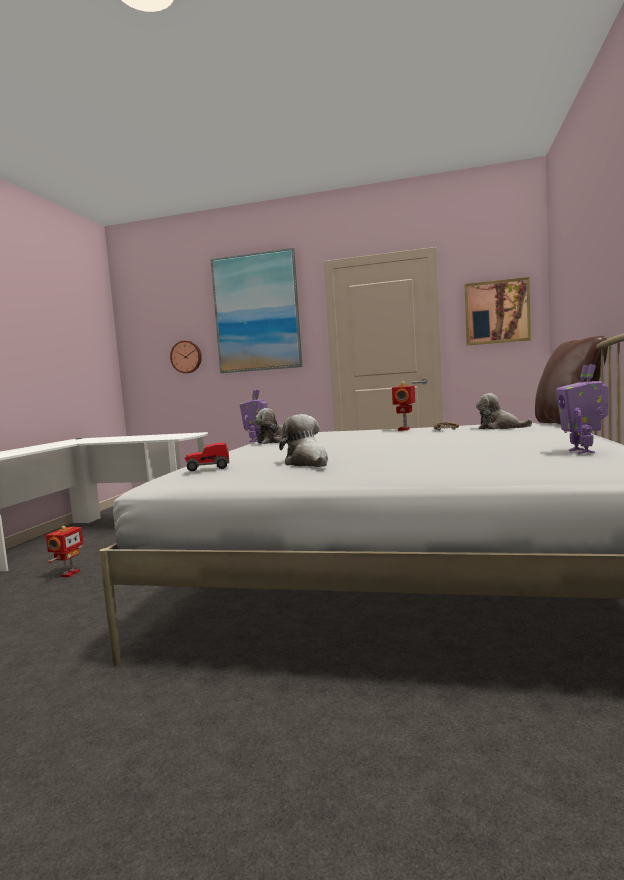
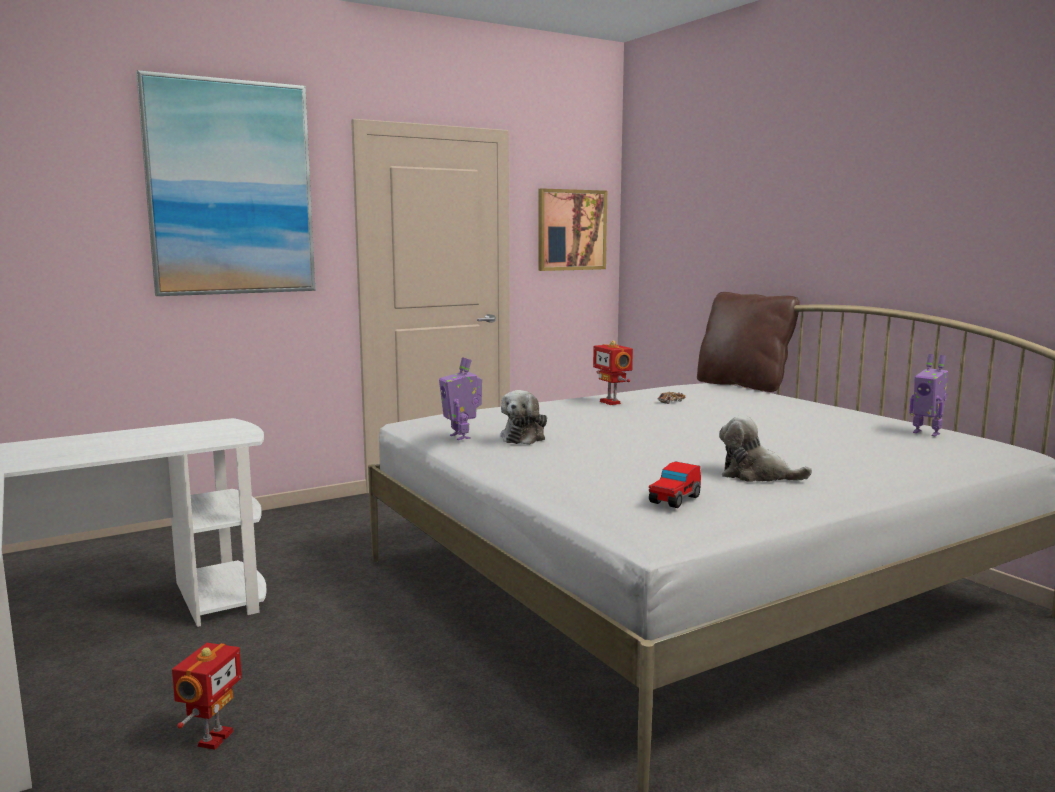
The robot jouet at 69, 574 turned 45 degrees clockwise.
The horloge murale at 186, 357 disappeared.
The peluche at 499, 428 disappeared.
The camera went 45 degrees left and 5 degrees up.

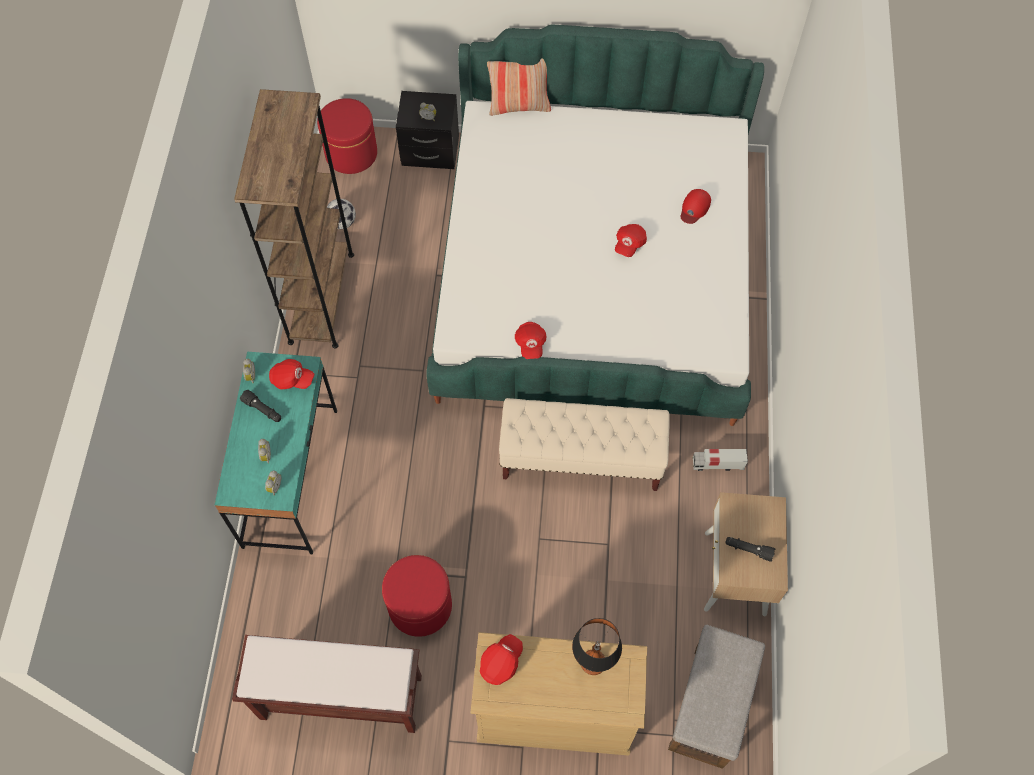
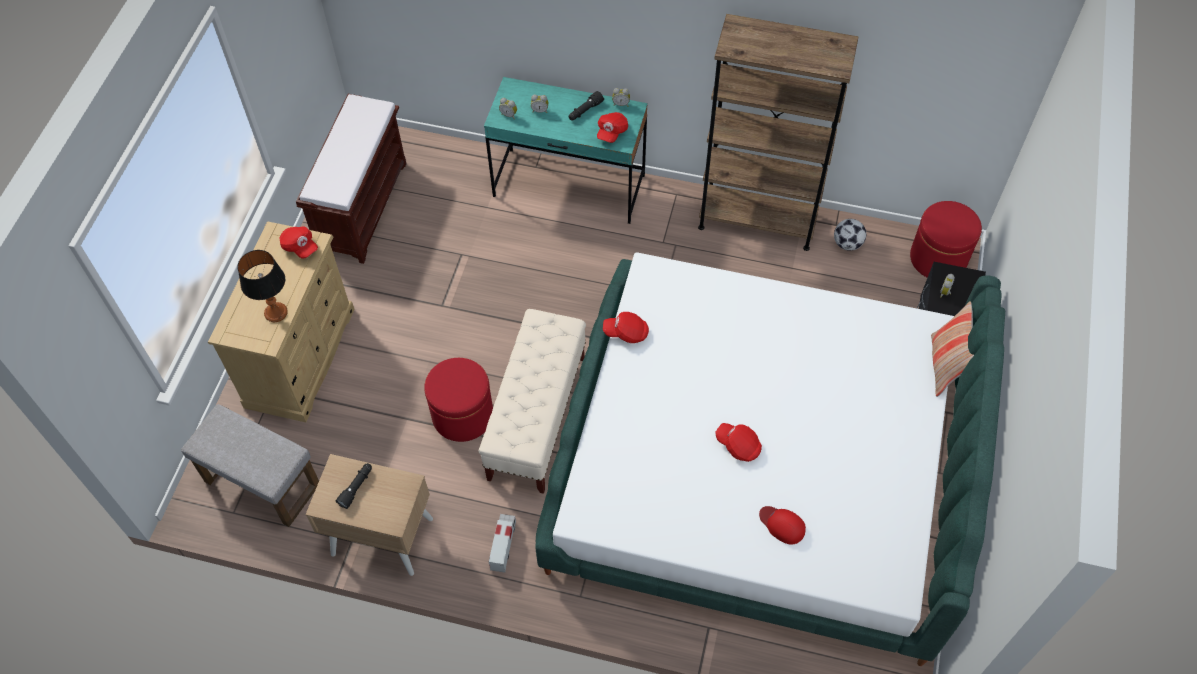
The pouf (rouge) moved from 420, 606 to 462, 415.
The camera went 100 degrees right and 5 degrees down.

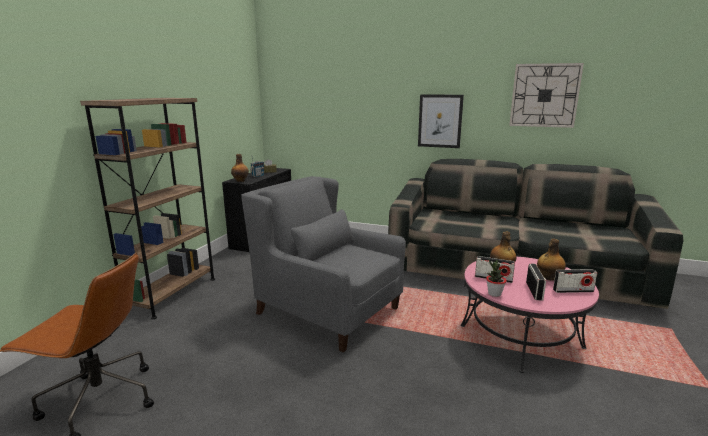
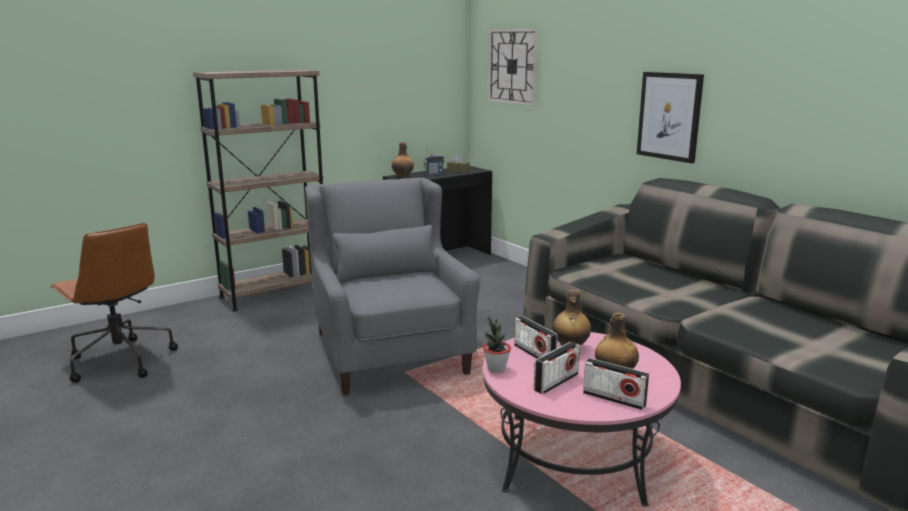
The horloge murale moved from 544, 95 to 513, 66.
The camera went 35 degrees right and 0 degrees up.

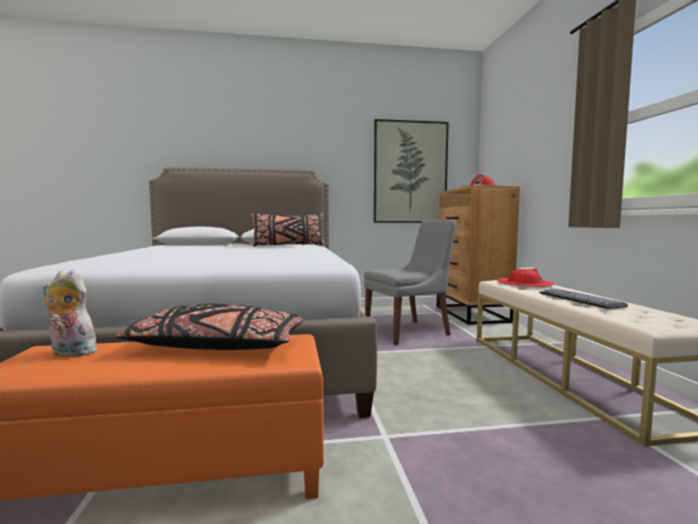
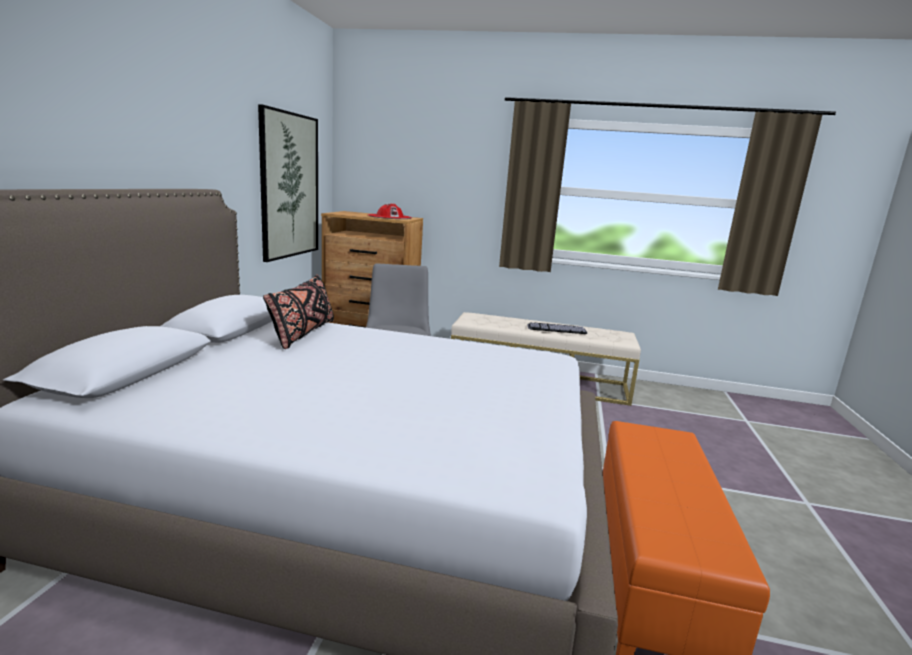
The peluche at 70, 353 disappeared.
The coussin (noir) at 218, 347 disappeared.
The chapeau (rouge) at 524, 283 disappeared.
The camera went 70 degrees left and 10 degrees up.

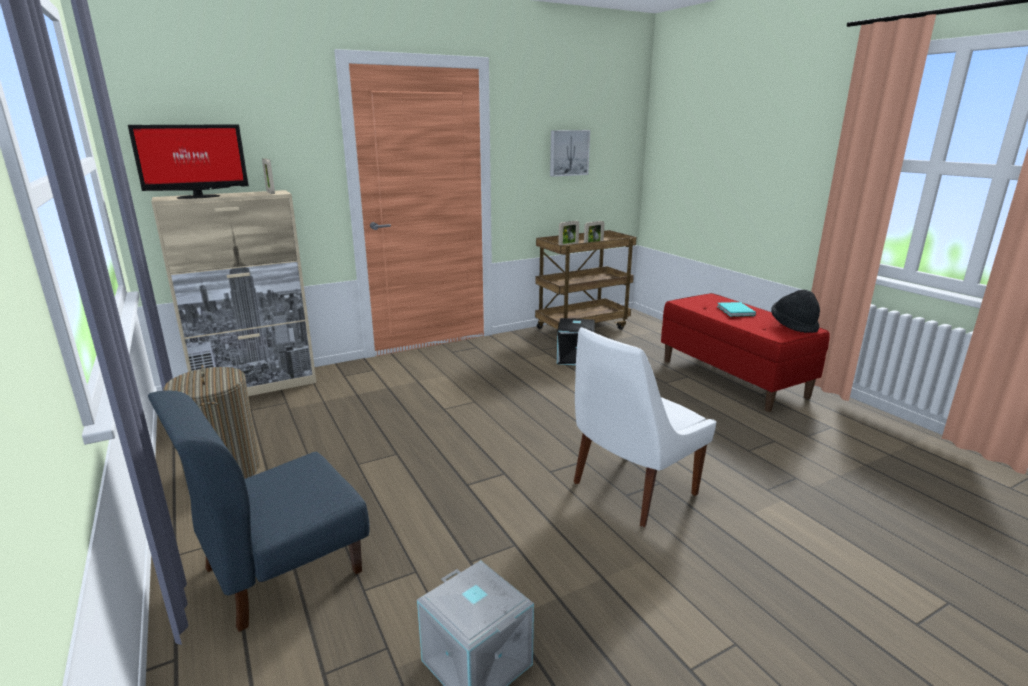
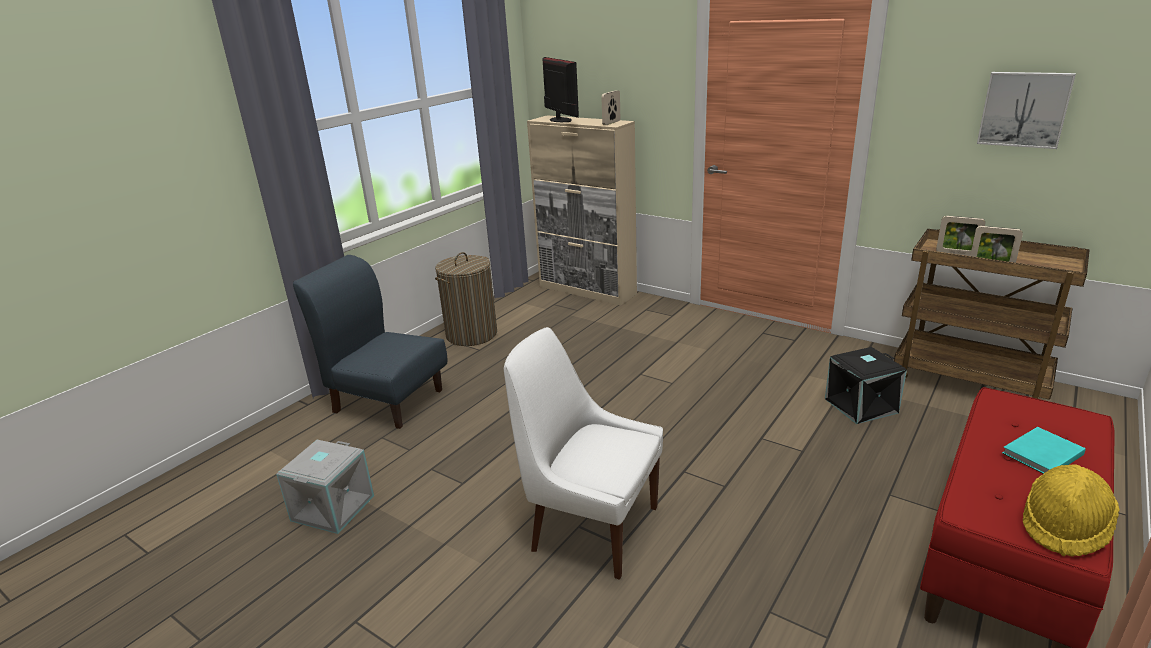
The écran d'ordinateur at 197, 197 turned 150 degrees counterclockwise.
The chapeau (noir) at 793, 325 became the chapeau (jaune) at 1064, 526.
The camera went 65 degrees right and 5 degrees up.

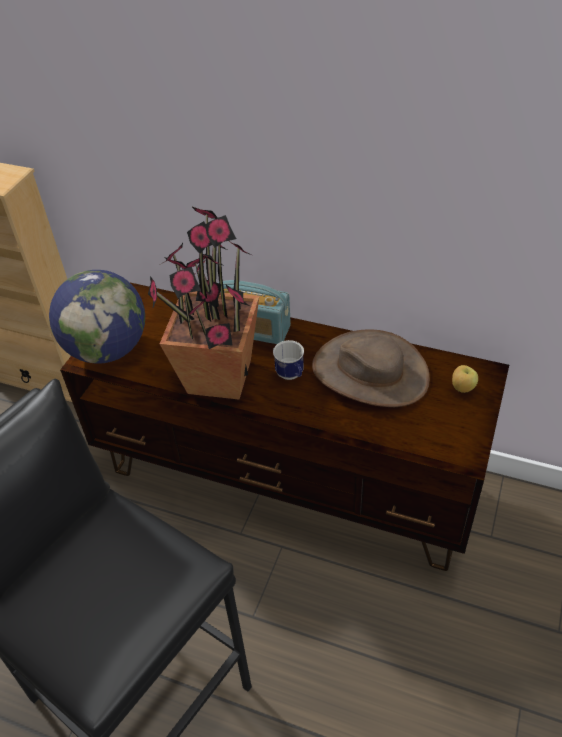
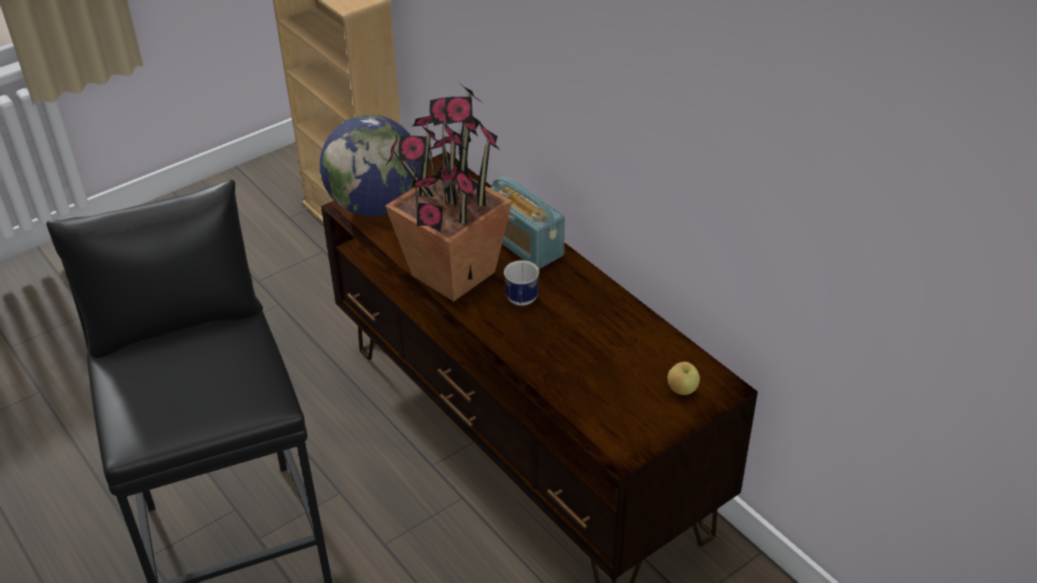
The chapeau (marron) at 370, 372 disappeared.
The camera went 30 degrees right and 5 degrees down.

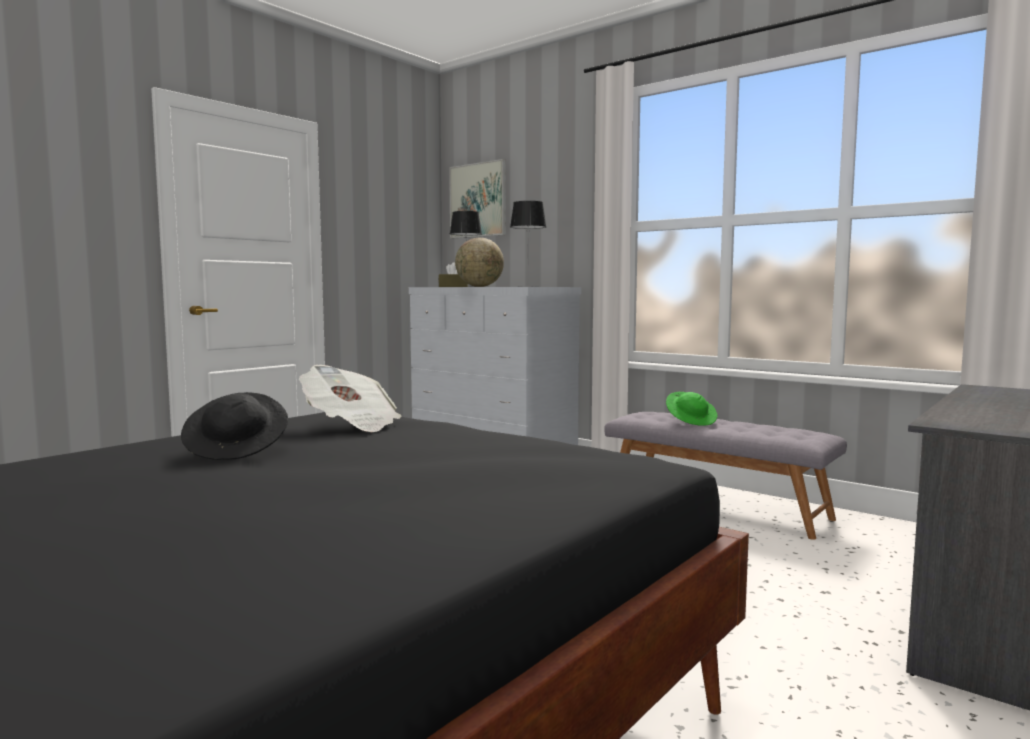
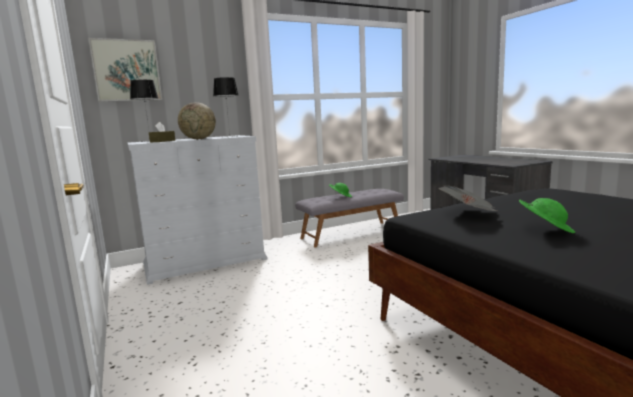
The chapeau (noir) at 237, 449 became the chapeau (vert) at 544, 229.
The camera went 65 degrees left and 5 degrees up.

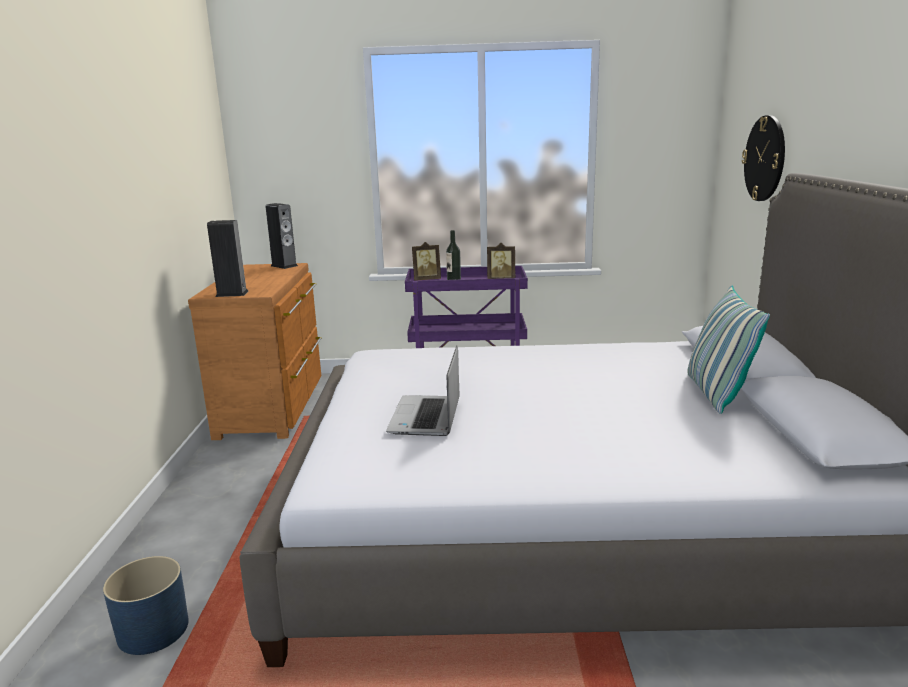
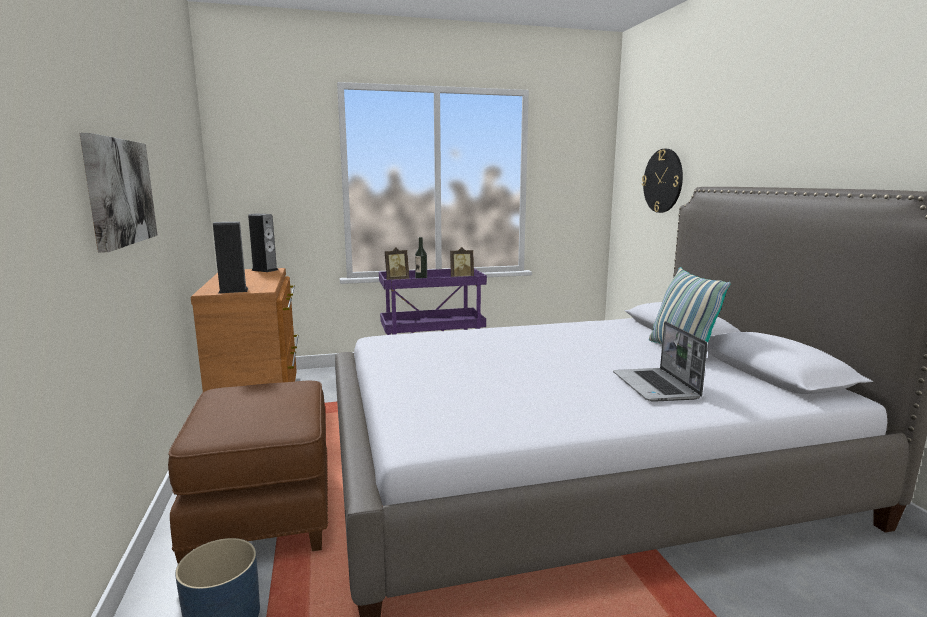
The ordinateur portable moved from 426, 418 to 656, 386.
The tableau at 119, 192 appeared.
The pouf (marron) at 265, 512 appeared.
The camera went 15 degrees left and 5 degrees down.

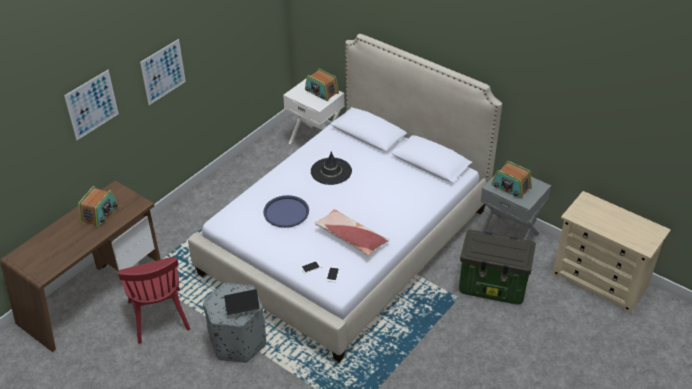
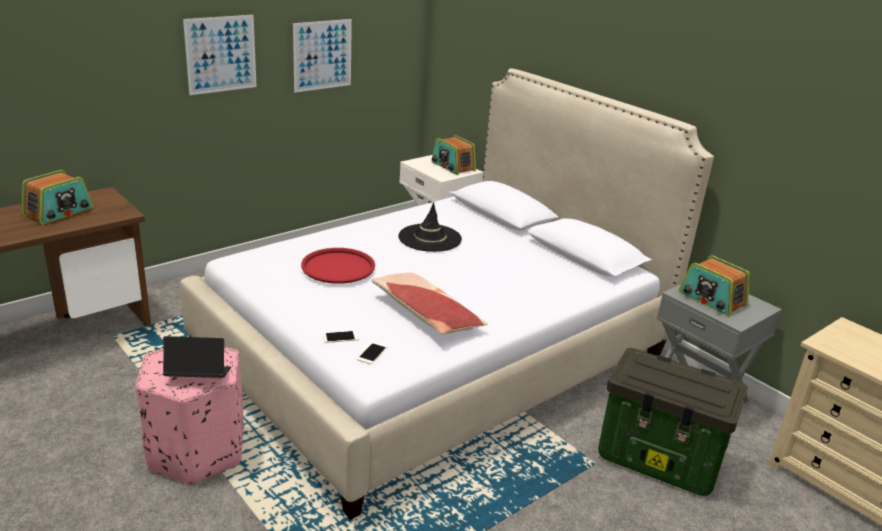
The tableau moved from 92, 105 to 322, 55.
The chaise (rouge) at 159, 315 disappeared.
The pouf (gris) at 238, 342 became the pouf (rose) at 197, 451.
The plateau (bleu) at 286, 212 became the plateau (rouge) at 338, 267.
The camera went 10 degrees right and 15 degrees down.

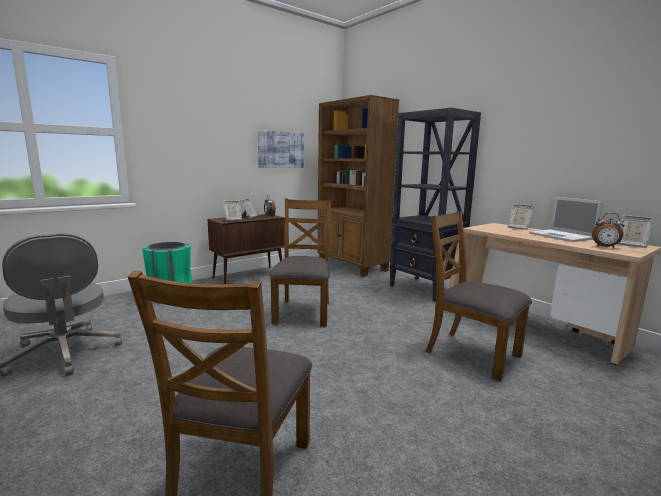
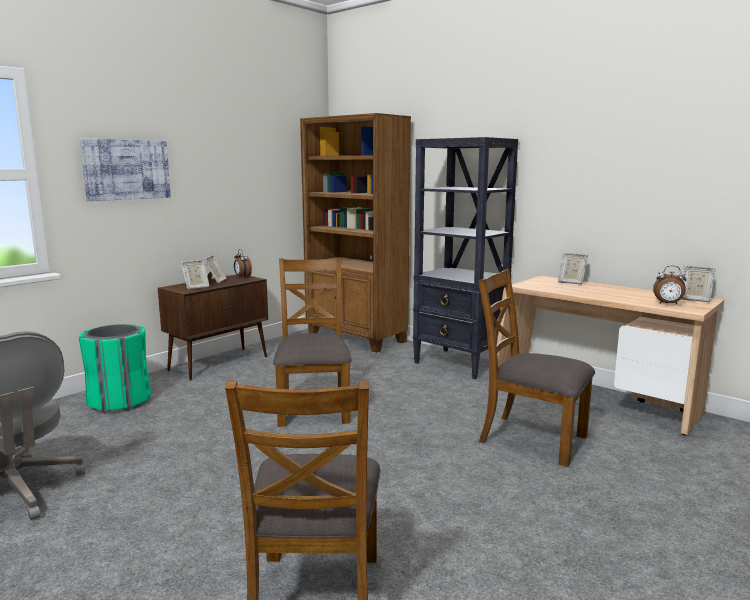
The tableau moved from 281, 149 to 126, 169.
The ordinateur portable at 562, 236 disappeared.
The camera went 10 degrees left and 0 degrees up.

